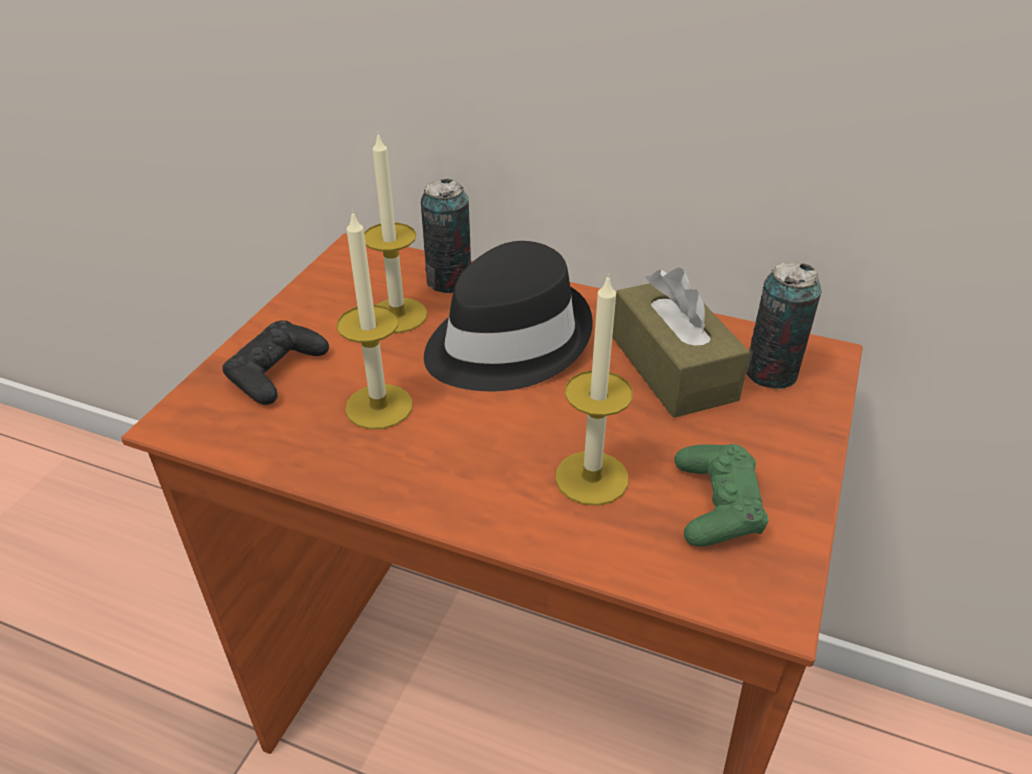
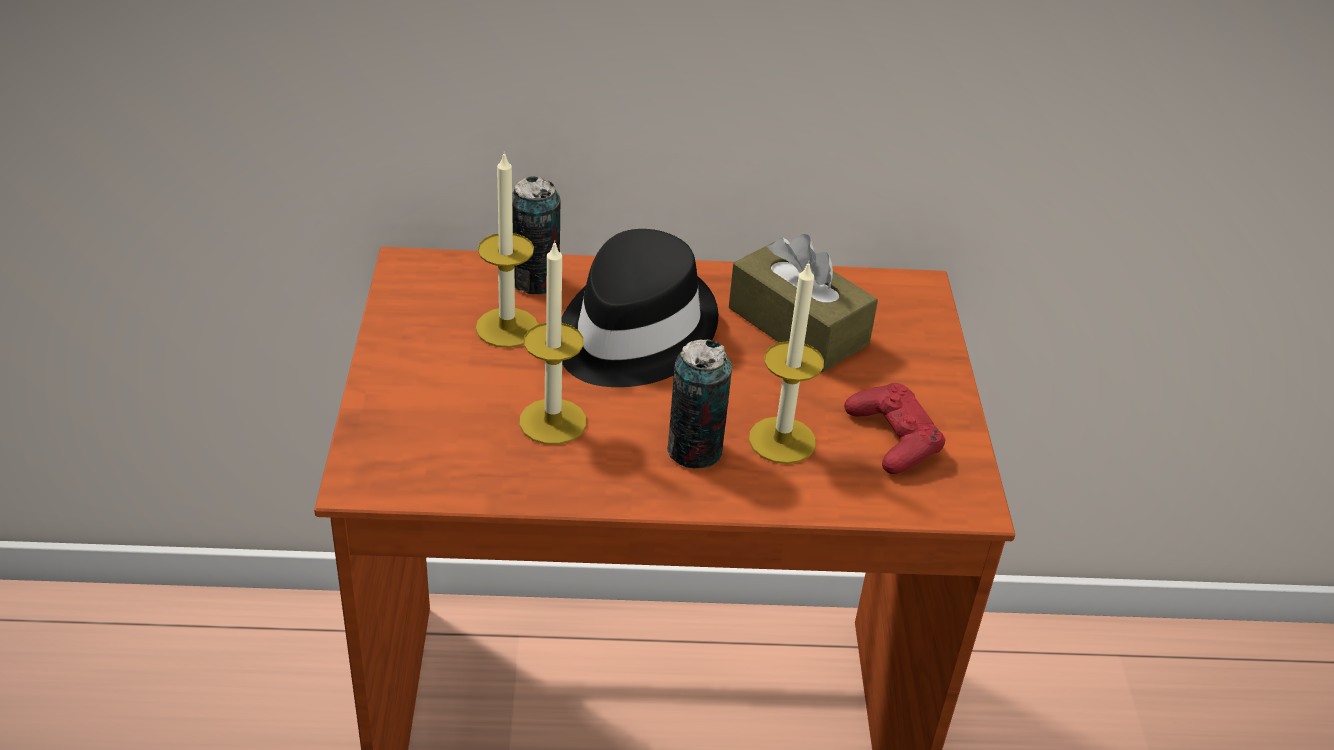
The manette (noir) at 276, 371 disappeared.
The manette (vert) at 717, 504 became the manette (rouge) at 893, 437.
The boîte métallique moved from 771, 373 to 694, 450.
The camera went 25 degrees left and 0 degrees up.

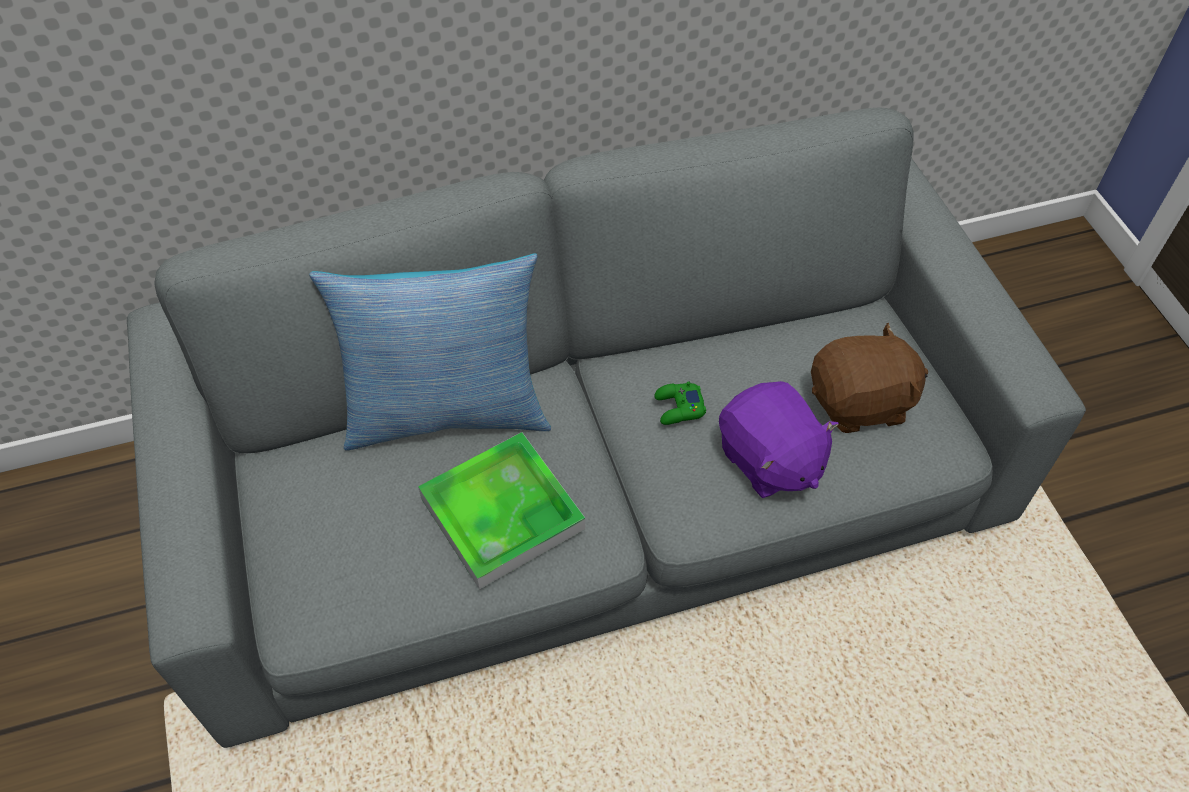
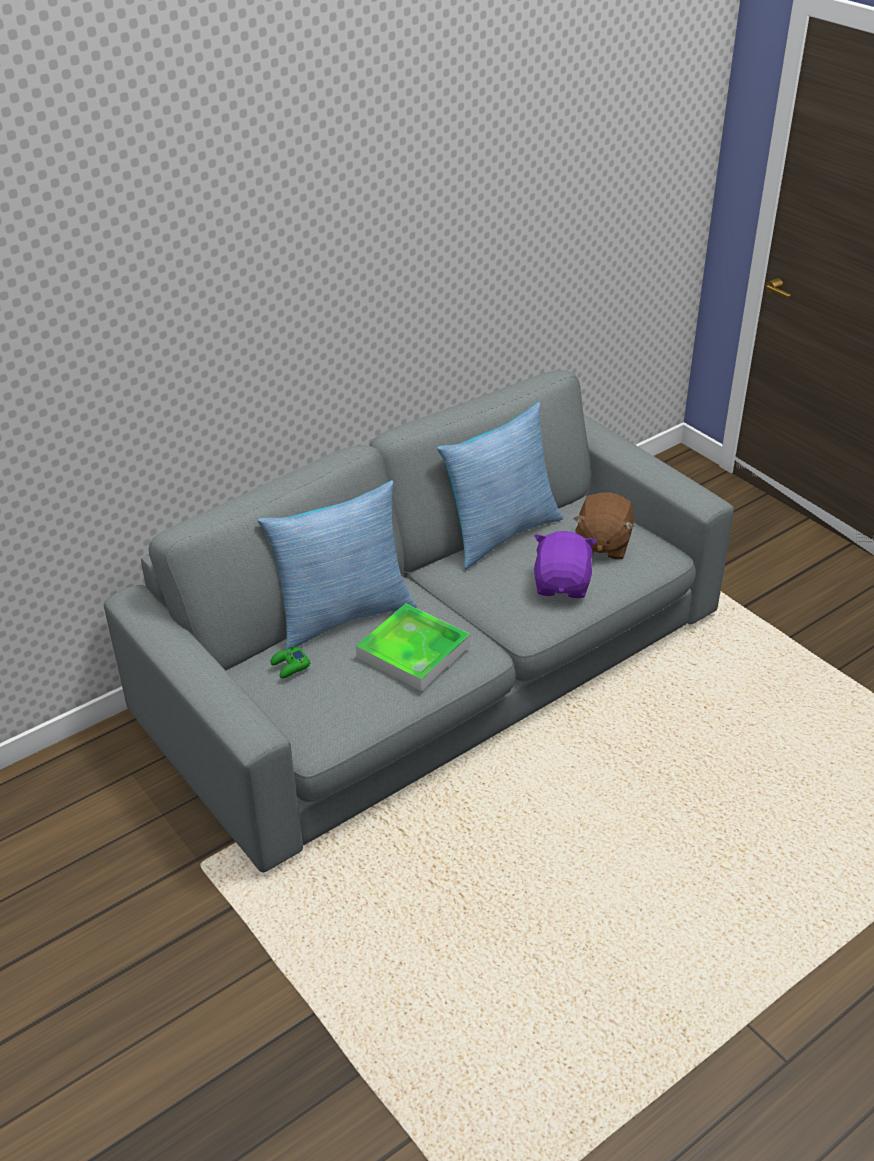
The manette (vert) moved from 679, 408 to 290, 666.
The peluche (violet) at 769, 460 turned 120 degrees counterclockwise.
The peluche (marron) at 860, 403 turned 135 degrees clockwise.
The coussin at 499, 533 appeared.
The camera went 20 degrees left and 15 degrees down.

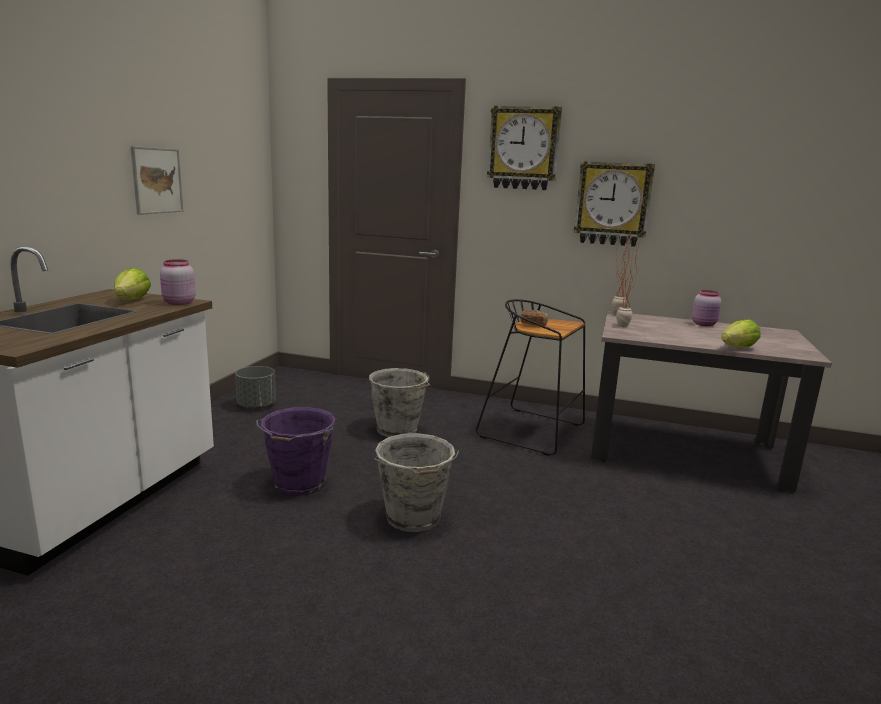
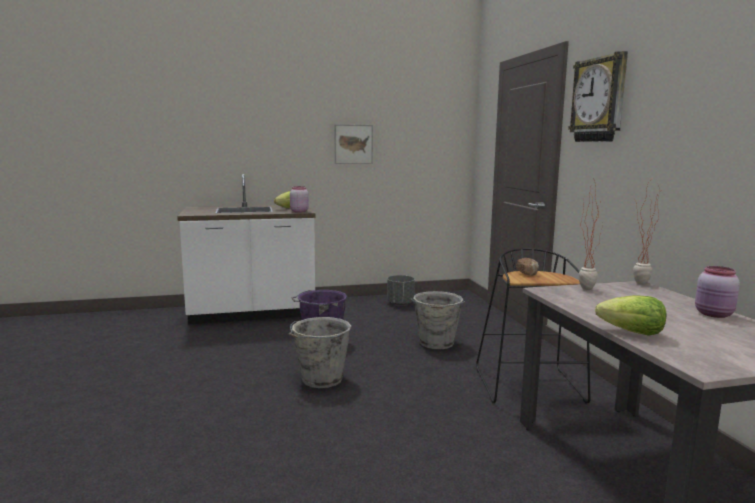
The horloge murale at 612, 204 disappeared.
The camera went 60 degrees right and 5 degrees down.

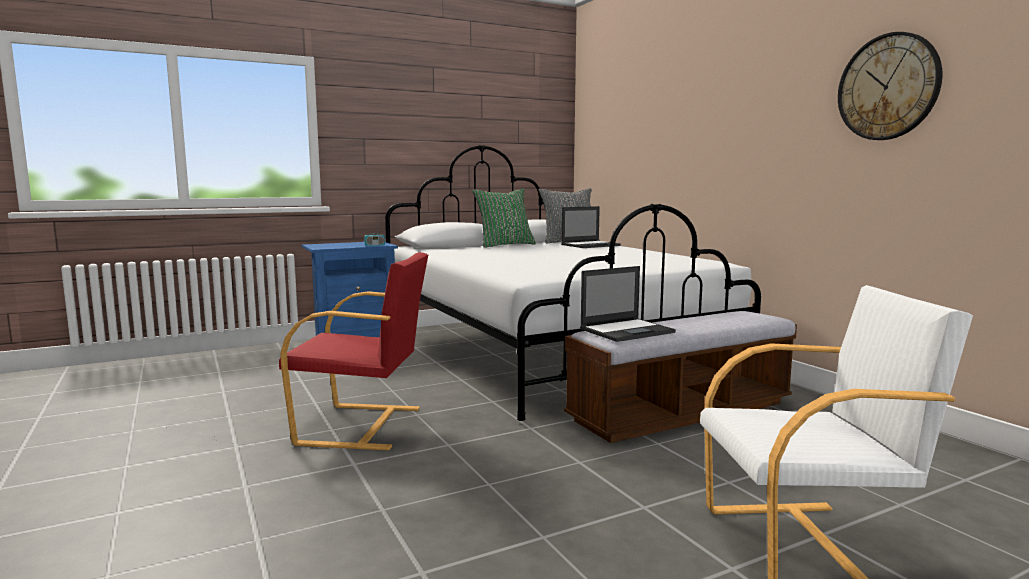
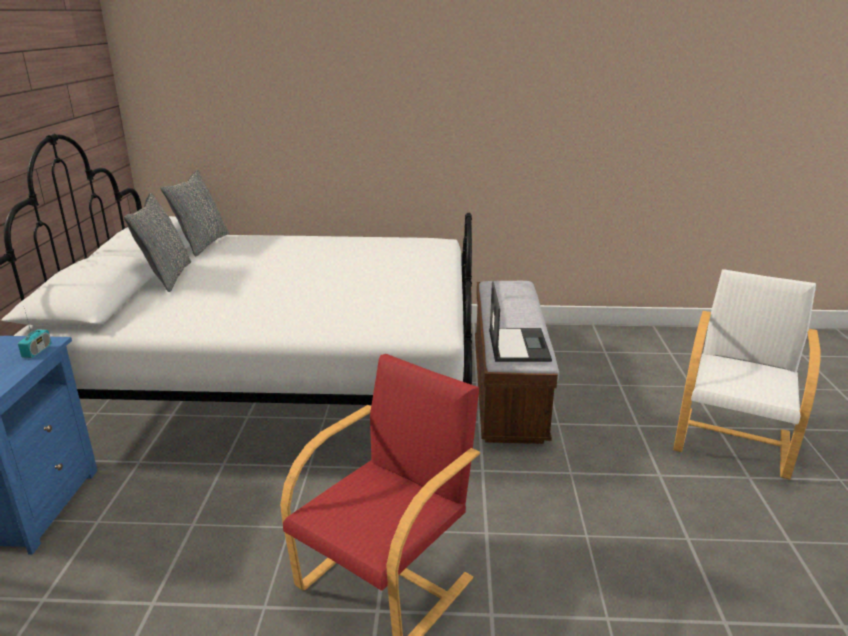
The coussin (vert) at 504, 245 became the coussin (gris) at 166, 277.
The ordinateur portable at 591, 245 disappeared.
The horloge murale at 888, 87 disappeared.
The camera went 60 degrees left and 15 degrees up.

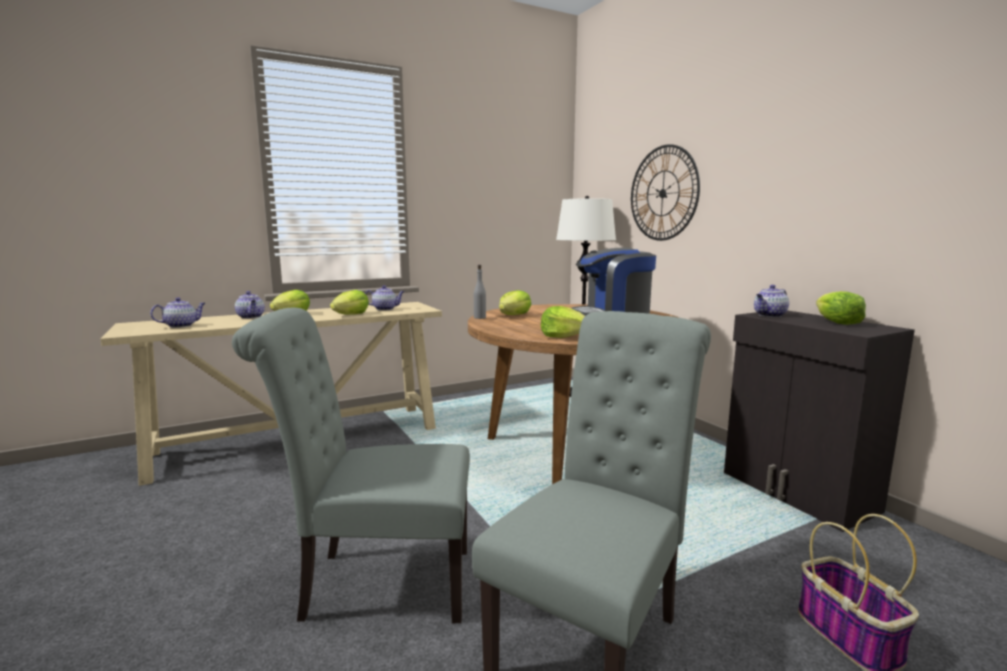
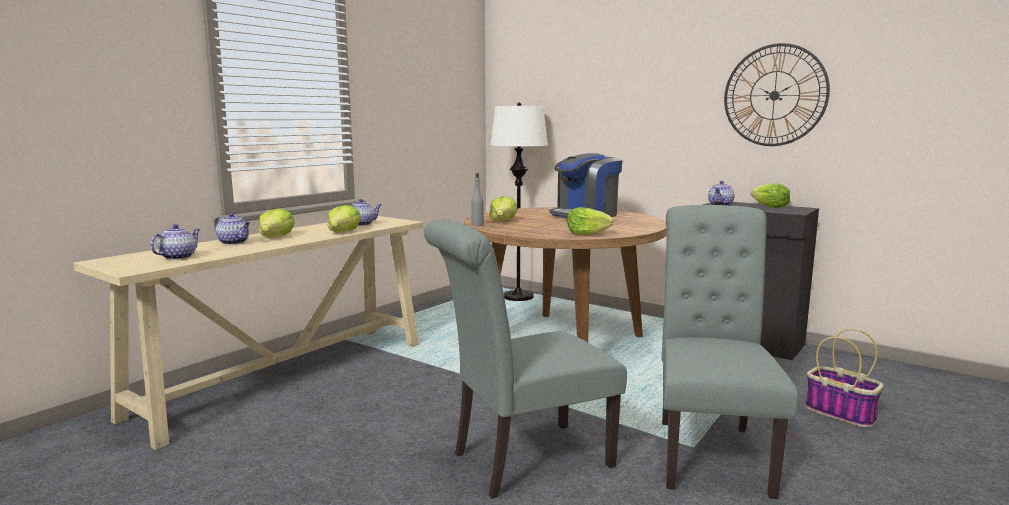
The horloge murale moved from 663, 193 to 774, 95.
The camera went 25 degrees left and 0 degrees up.

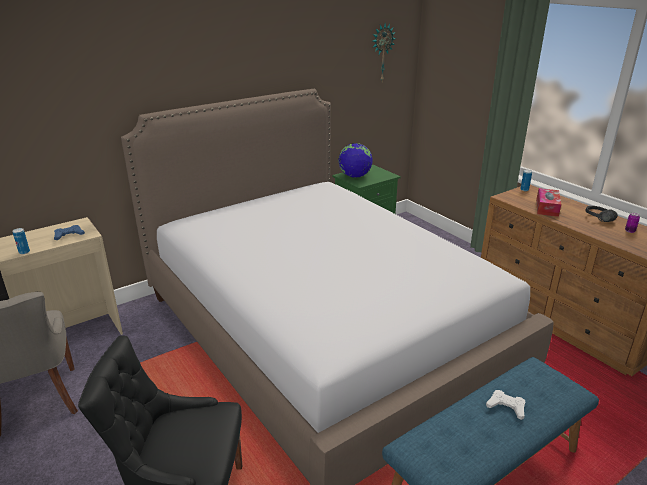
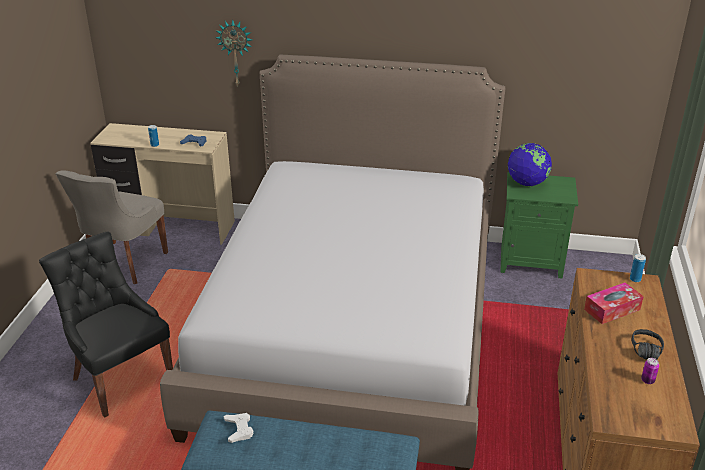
The horloge murale moved from 381, 52 to 236, 52.
The manette (blanc) moved from 506, 407 to 239, 429.
The camera went 45 degrees right and 5 degrees up.

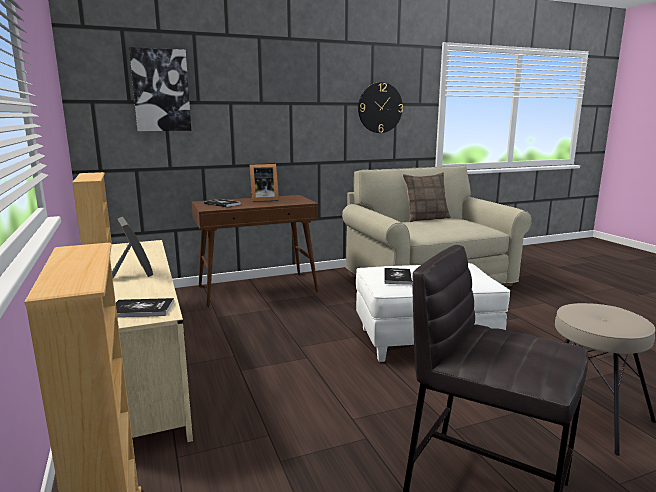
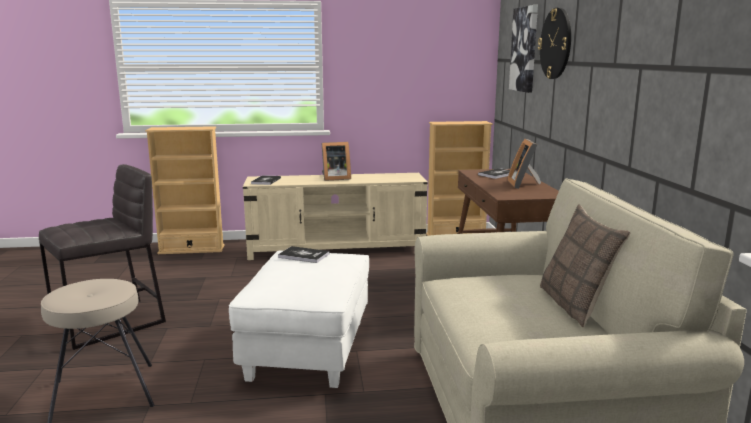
The horloge murale moved from 380, 108 to 556, 43.
The camera went 105 degrees right and 0 degrees up.

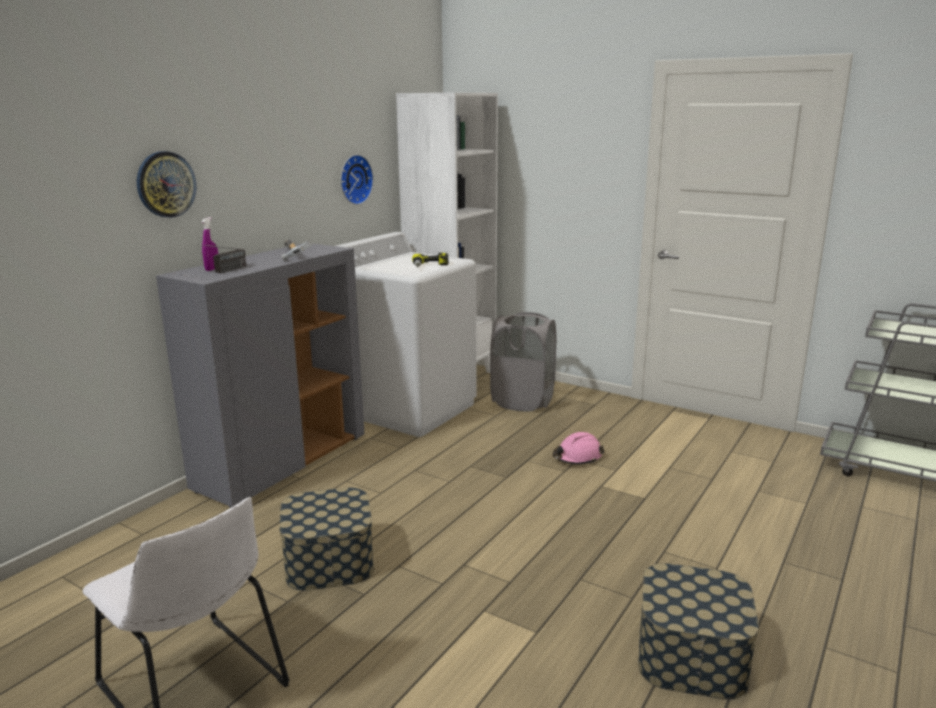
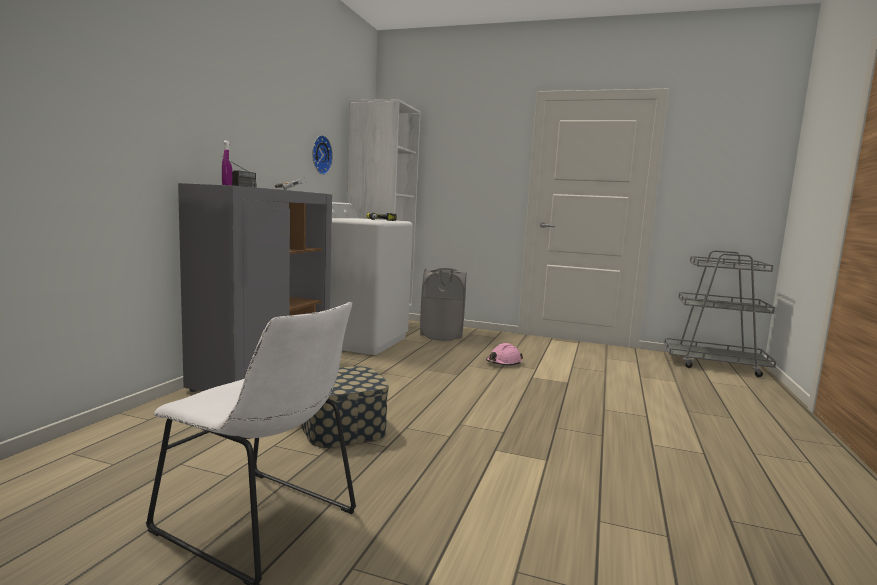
The horloge murale at 165, 184 disappeared.
The boîte de rangement at 691, 656 disappeared.
The camera went 15 degrees left and 10 degrees down.

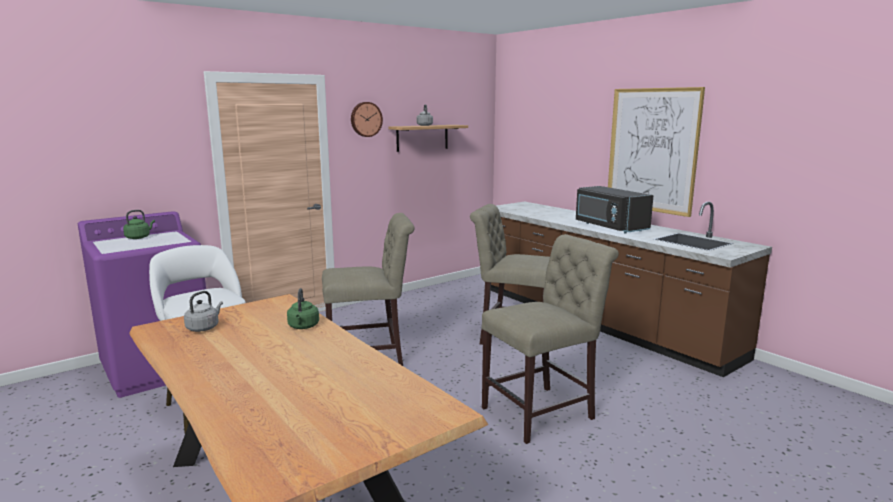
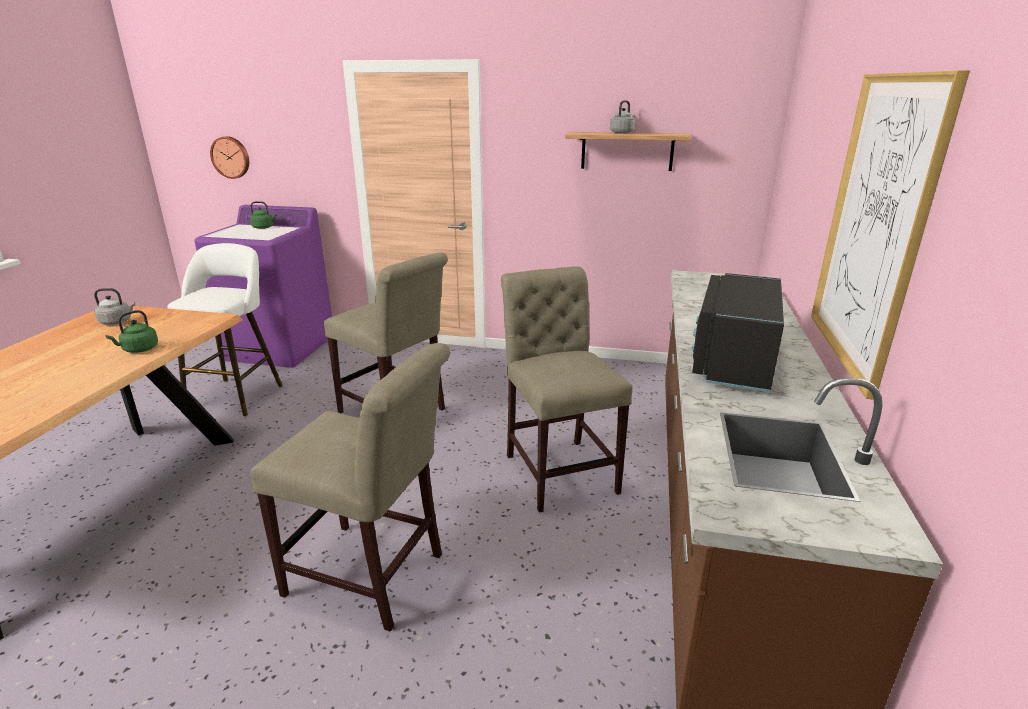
The horloge murale moved from 365, 119 to 231, 157.
The camera went 50 degrees right and 10 degrees up.

